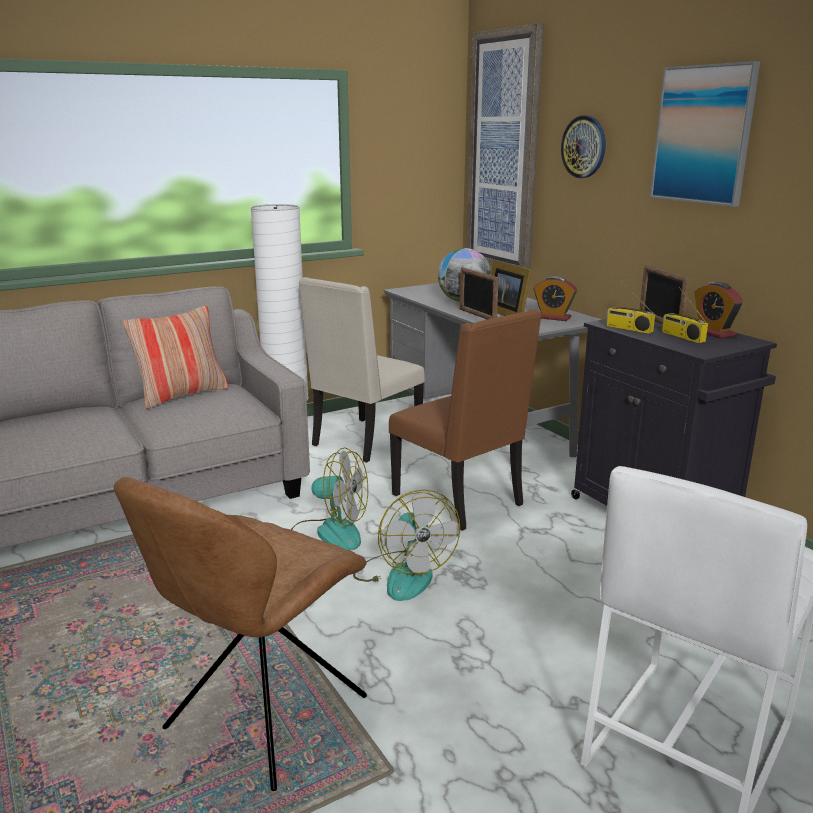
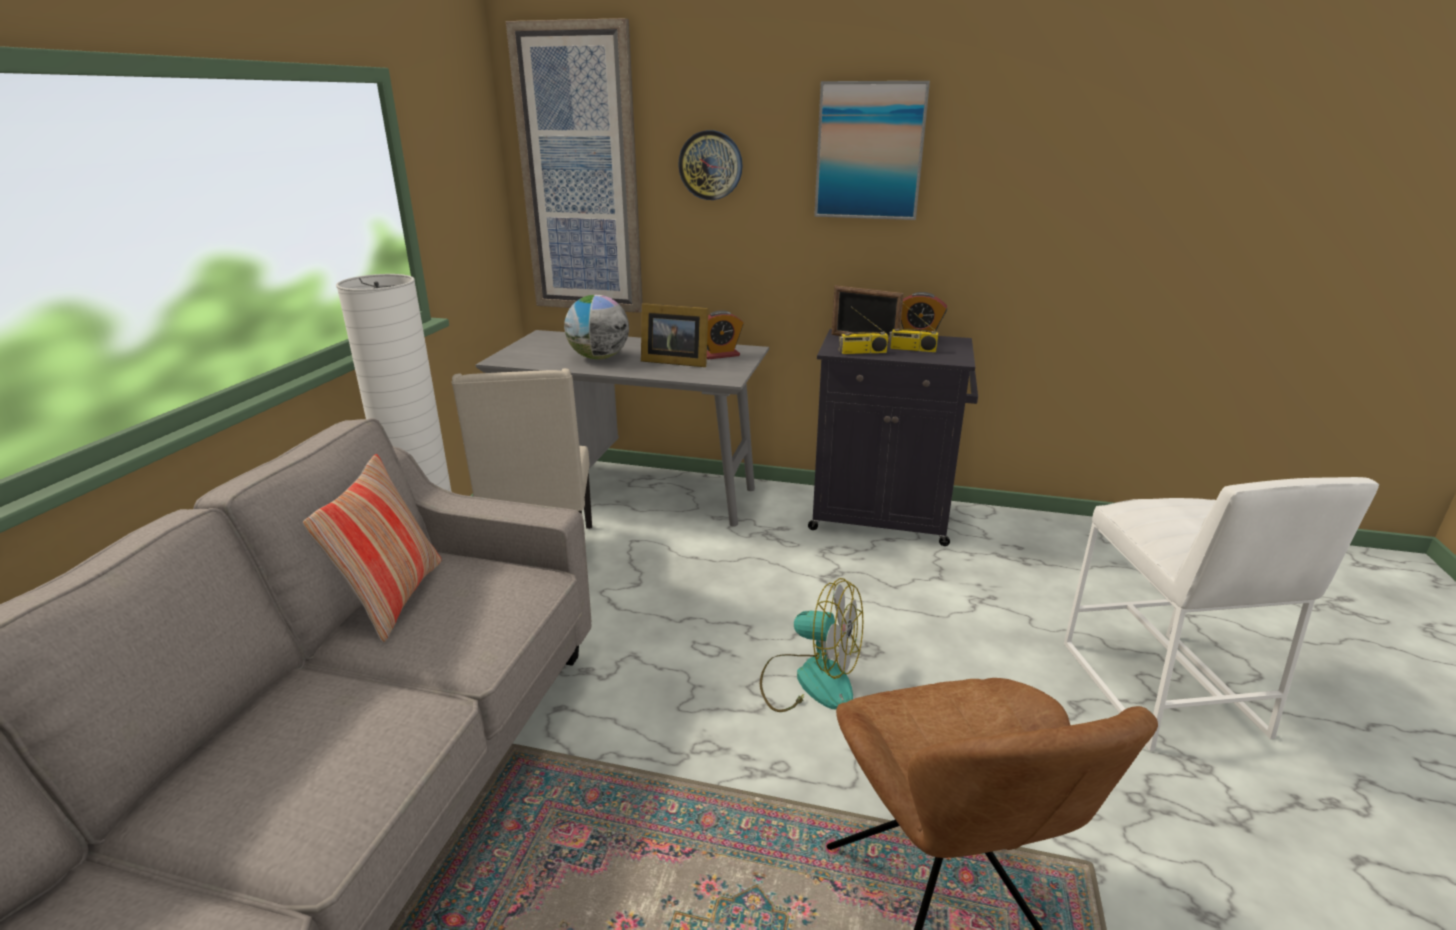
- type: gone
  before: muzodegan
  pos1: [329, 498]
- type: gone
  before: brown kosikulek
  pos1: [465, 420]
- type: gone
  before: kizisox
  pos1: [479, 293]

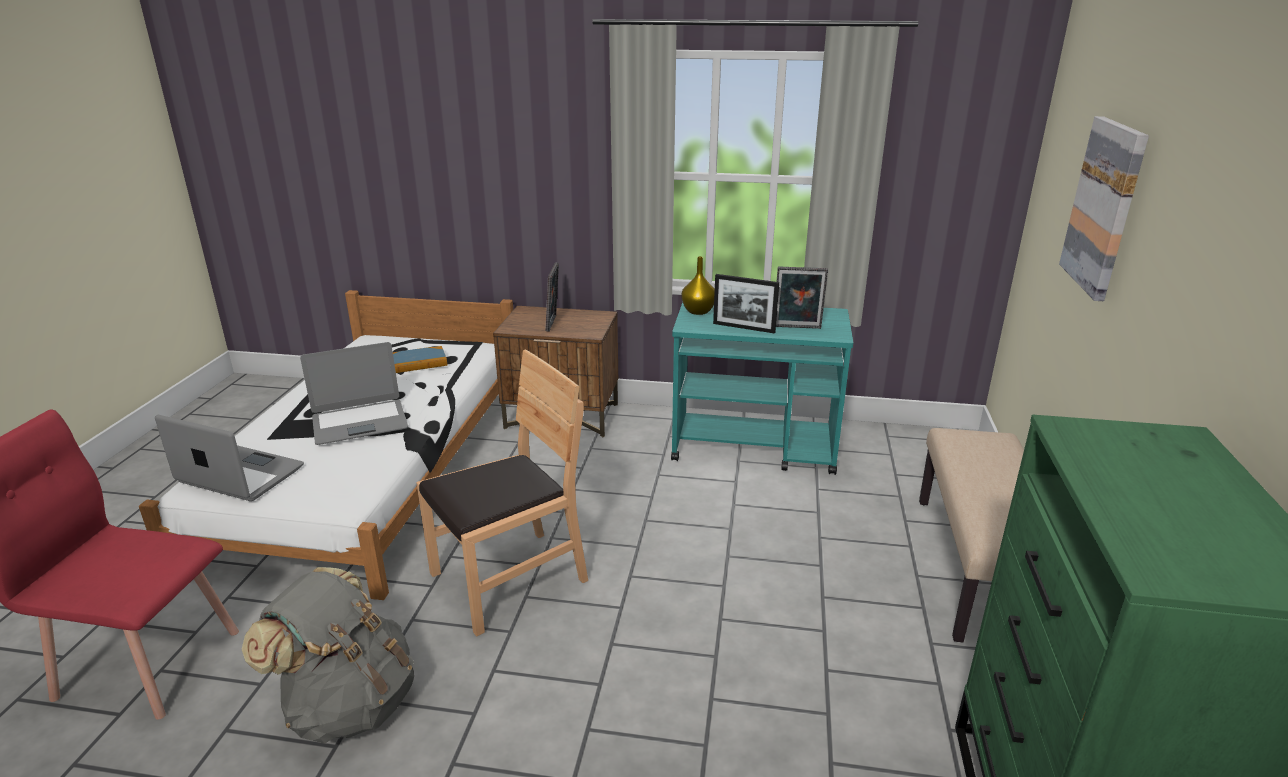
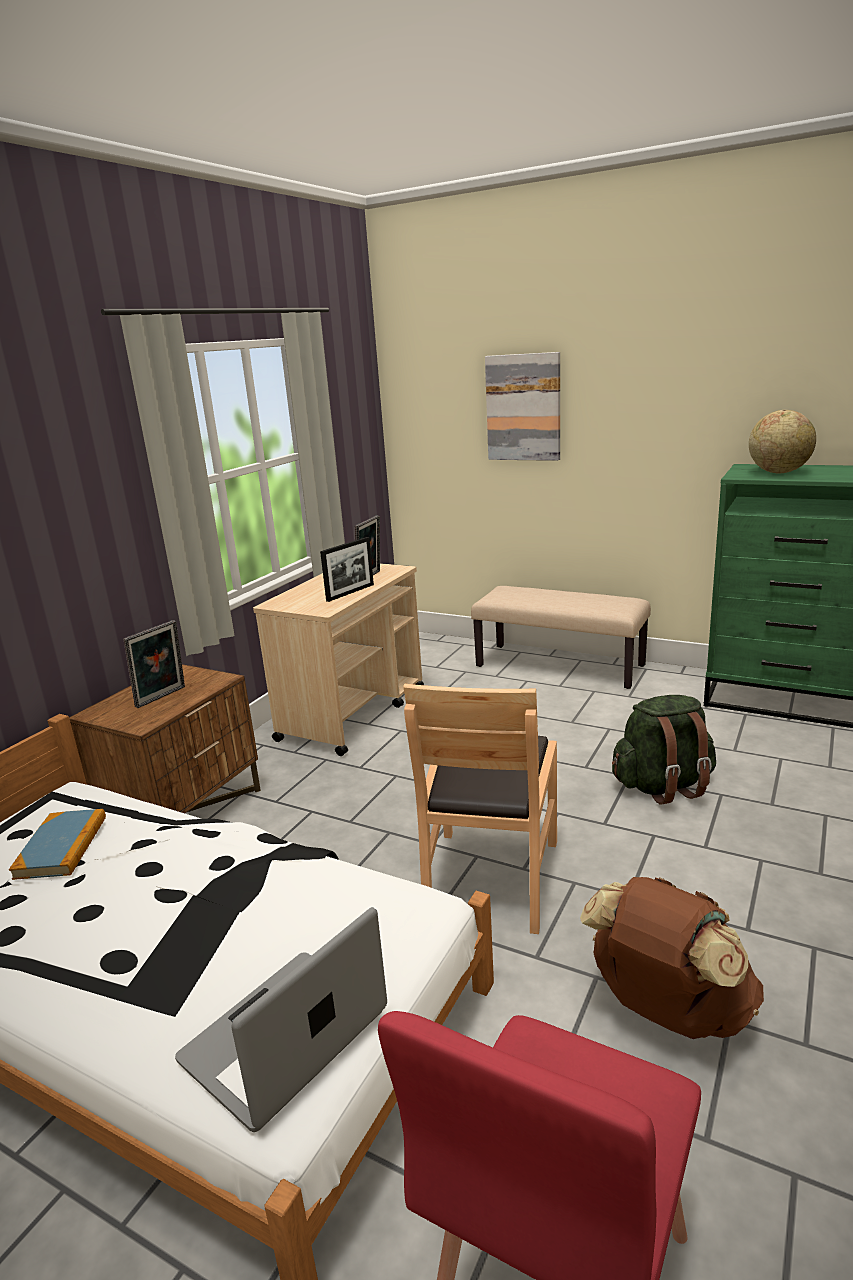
- type: repainted
  before: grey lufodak
  after: brown lufodak
  pos1: [328, 655]
  pos2: [672, 958]
- type: gone
  before: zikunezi
  pos1: [354, 393]
- type: rotated
  before: brown kosikulek
  pos1: [502, 493]
  pos2: [480, 809]
  turn: -150
- type: rotated
  before: kizisox
  pos1: [552, 297]
  pos2: [154, 664]
  turn: 105
- type: repainted
  before: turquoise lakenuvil
  after: beige lakenuvil
  pos1: [762, 388]
  pos2: [338, 659]
- type: gone
  before: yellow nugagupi
  pos1: [698, 285]
- type: new
  after: green lufodak
  pos2: [664, 749]
- type: new
  after: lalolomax
  pos2: [782, 441]

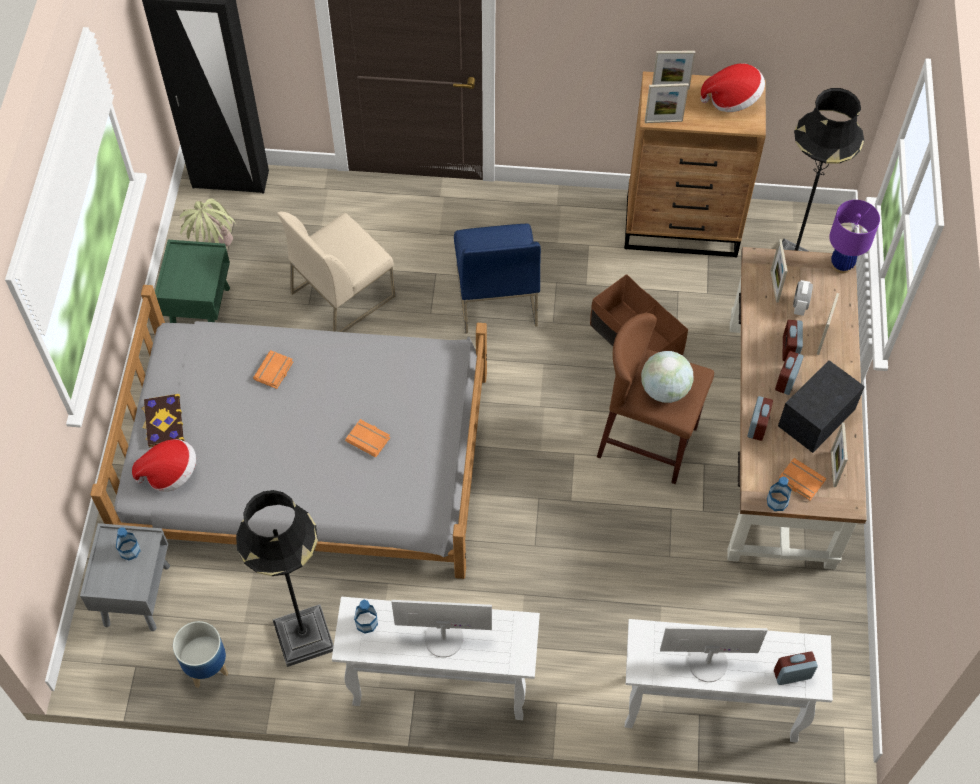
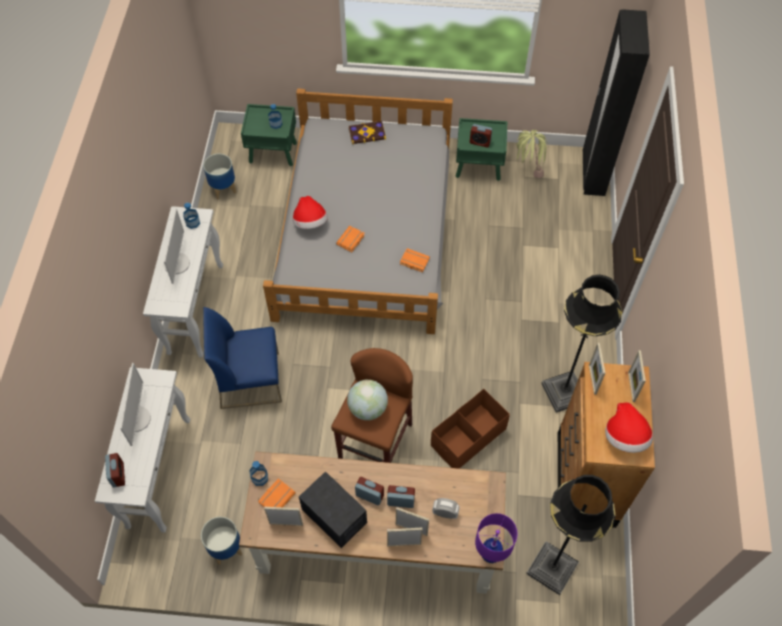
- type: repainted
  before: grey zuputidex
  after: green zuputidex
  pos1: [125, 577]
  pos2: [269, 135]
- type: shifted
  before: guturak
  pos1: [164, 465]
  pos2: [310, 212]
- type: shifted
  before: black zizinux
  pos1: [285, 578]
  pos2: [581, 344]
- type: shifted
  before: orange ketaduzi
  pos1: [273, 369]
  pos2: [415, 260]
- type: gone
  before: beige kosikulek
  pos1: [336, 272]
- type: shifted
  before: blue kosikulek
  pos1: [497, 279]
  pos2: [242, 358]
- type: shifted
  before: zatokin
  pos1: [760, 418]
  pos2: [481, 135]
- type: shifted
  before: kizisox
  pos1: [779, 270]
  pos2: [404, 537]
- type: new
  after: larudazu
  pos2: [221, 541]

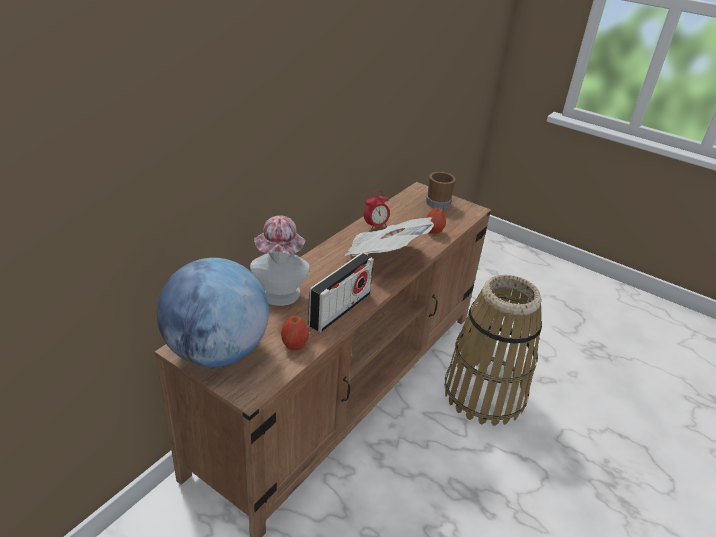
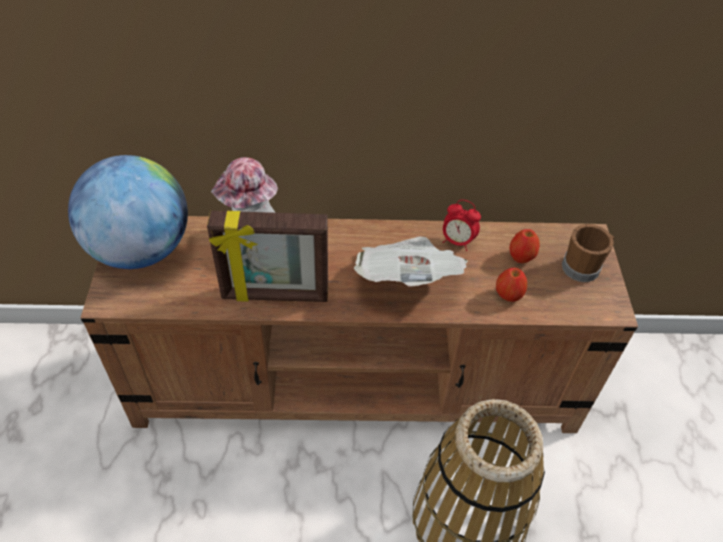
- type: shifted
  before: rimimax
  pos1: [295, 333]
  pos2: [524, 246]
- type: swapped
  before: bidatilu
  after: kizisox
  pos1: [341, 292]
  pos2: [267, 256]

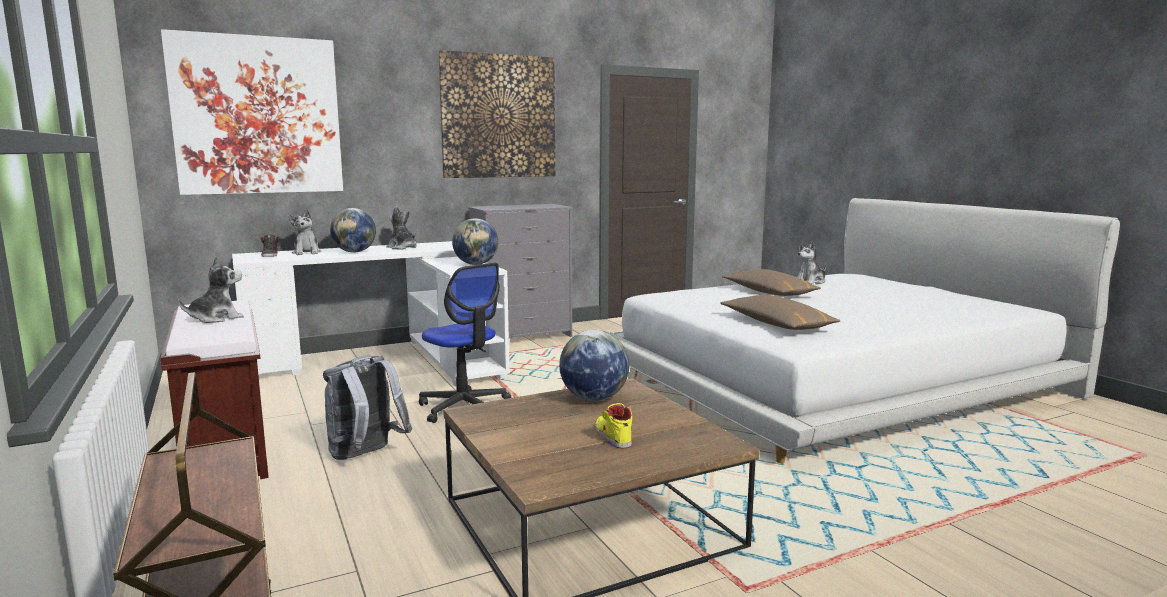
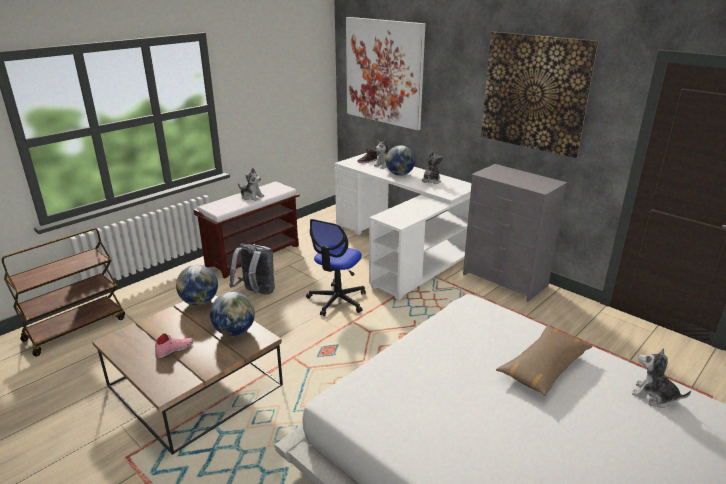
- type: shifted
  before: lalolomax
  pos1: [475, 241]
  pos2: [197, 285]
- type: repainted
  before: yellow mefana
  after: pink mefana
  pos1: [613, 425]
  pos2: [174, 345]
- type: gone
  before: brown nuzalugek
  pos1: [780, 312]

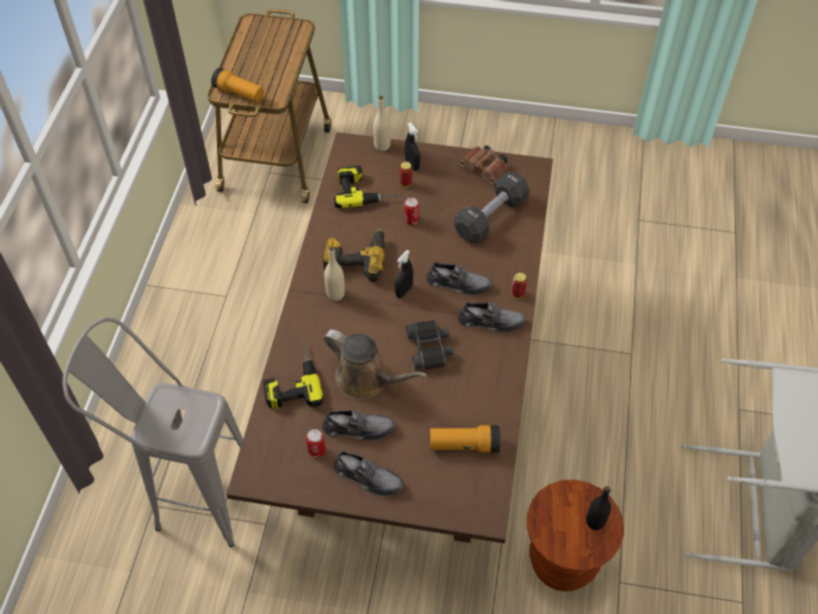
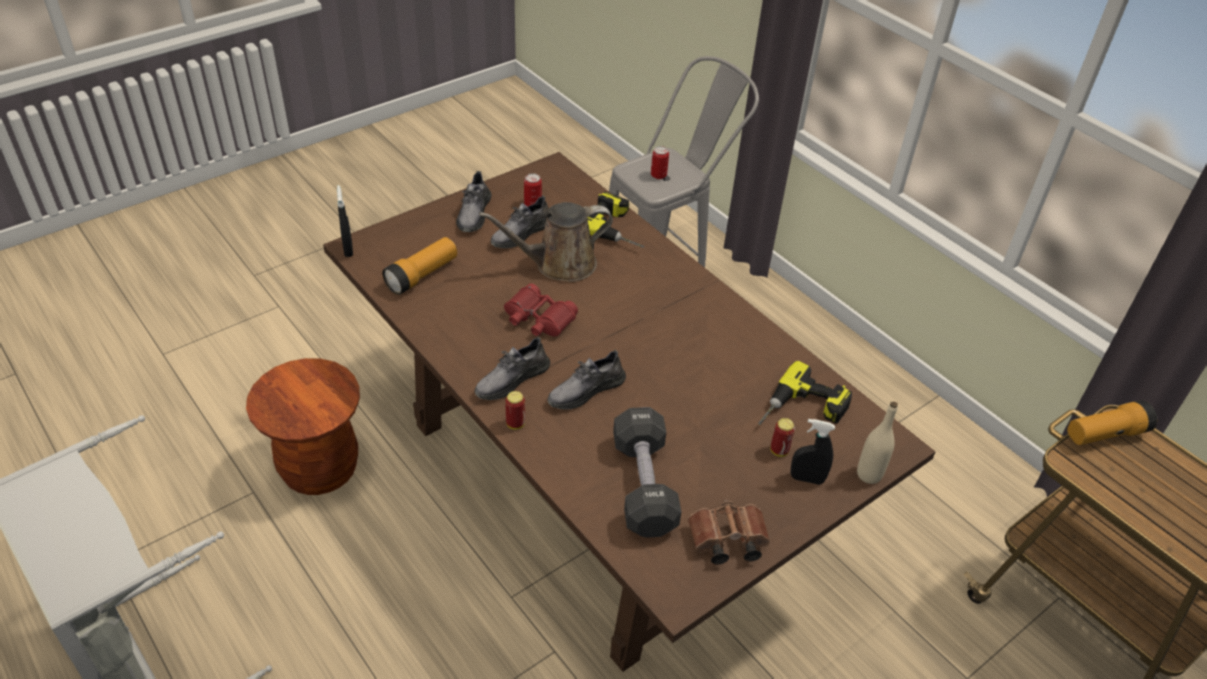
- type: gone
  before: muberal
  pos1: [354, 255]
- type: gone
  before: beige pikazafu
  pos1: [334, 274]
- type: rotated
  before: grey mefana
  pos1: [368, 473]
  pos2: [474, 201]
  turn: -60
- type: shifted
  before: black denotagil
  pos1: [404, 274]
  pos2: [345, 221]
- type: shifted
  before: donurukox
  pos1: [411, 211]
  pos2: [660, 162]
- type: repainted
  before: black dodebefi
  after: red dodebefi
  pos1: [429, 345]
  pos2: [541, 310]
- type: gone
  before: black pikazafu
  pos1: [598, 508]

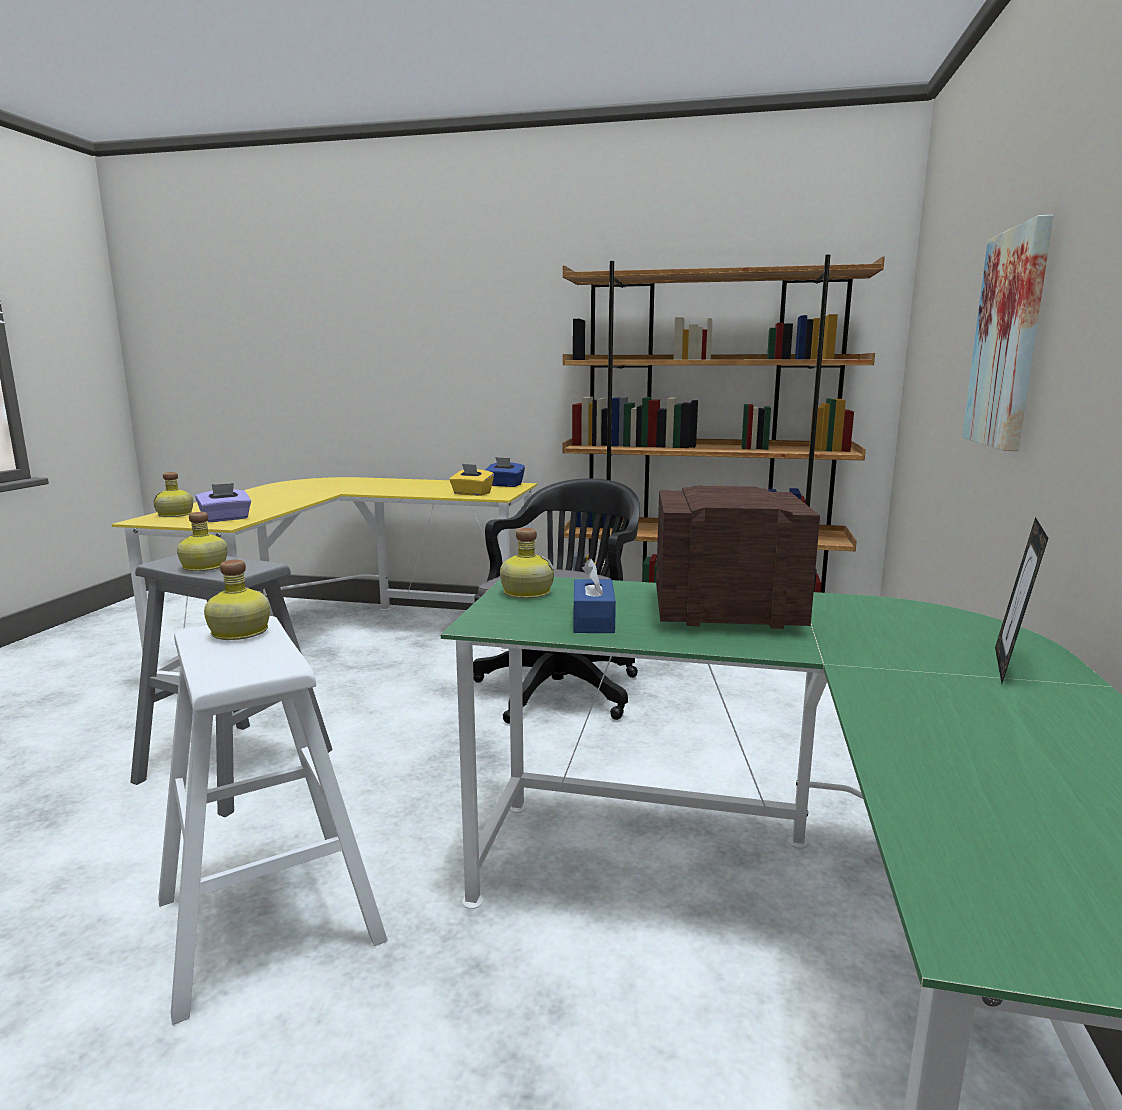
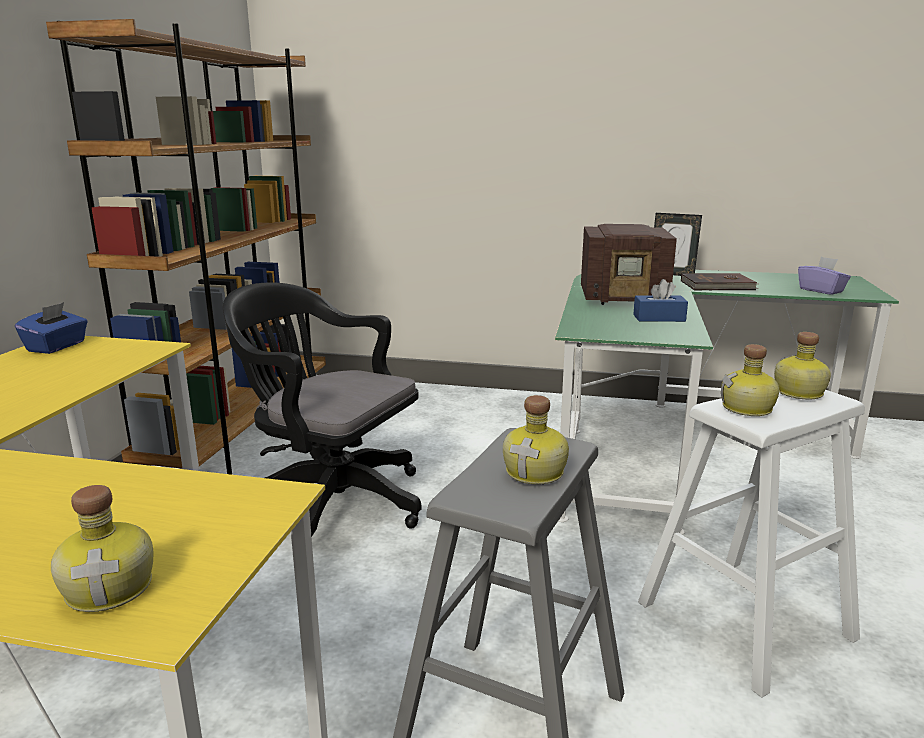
- type: shifted
  before: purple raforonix
  pos1: [223, 502]
  pos2: [824, 276]
- type: gone
  before: yellow raforonix
  pos1: [471, 480]
- type: shifted
  before: pikazafu
  pos1: [527, 563]
  pos2: [802, 366]
- type: rotated
  before: bidatilu
  pos1: [738, 557]
  pos2: [629, 264]
  turn: -90
- type: gone
  before: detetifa
  pos1: [1008, 333]
- type: new
  after: brown ketaduzi
  pos2: [720, 281]

